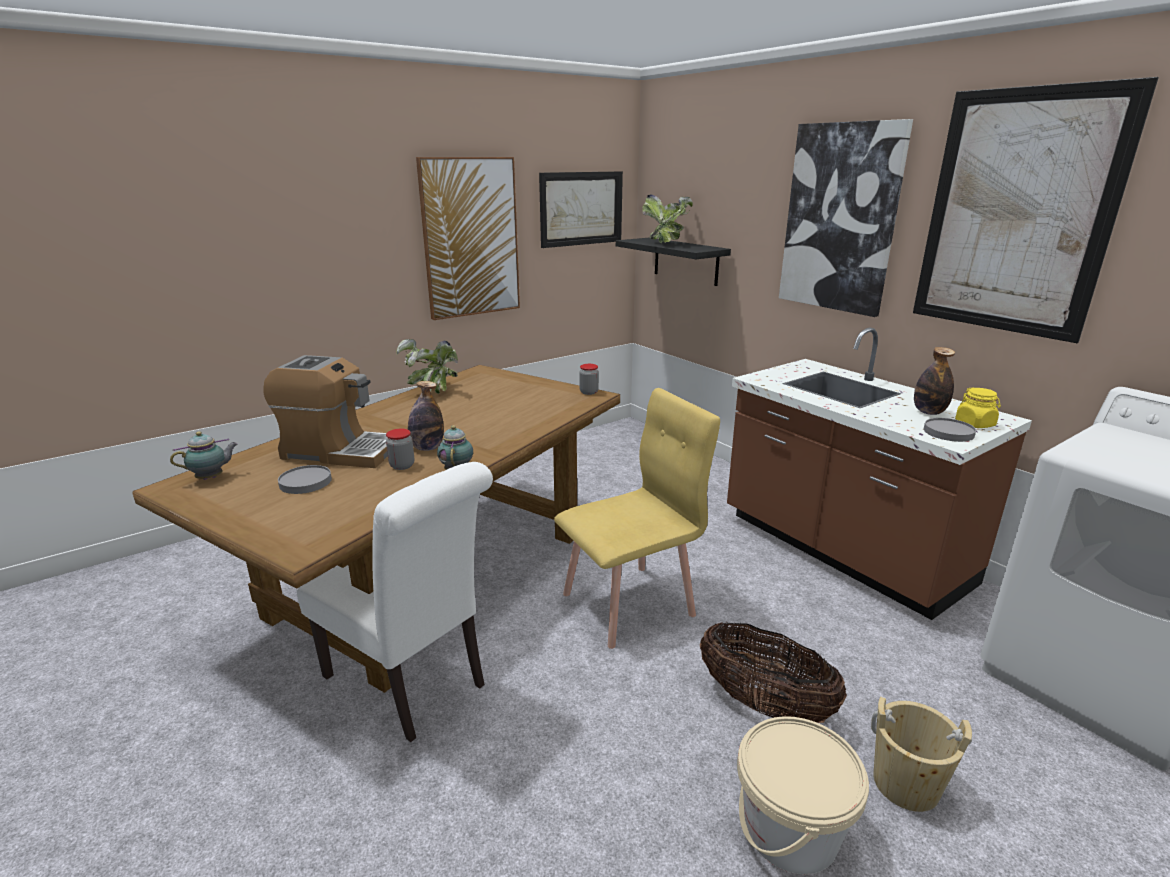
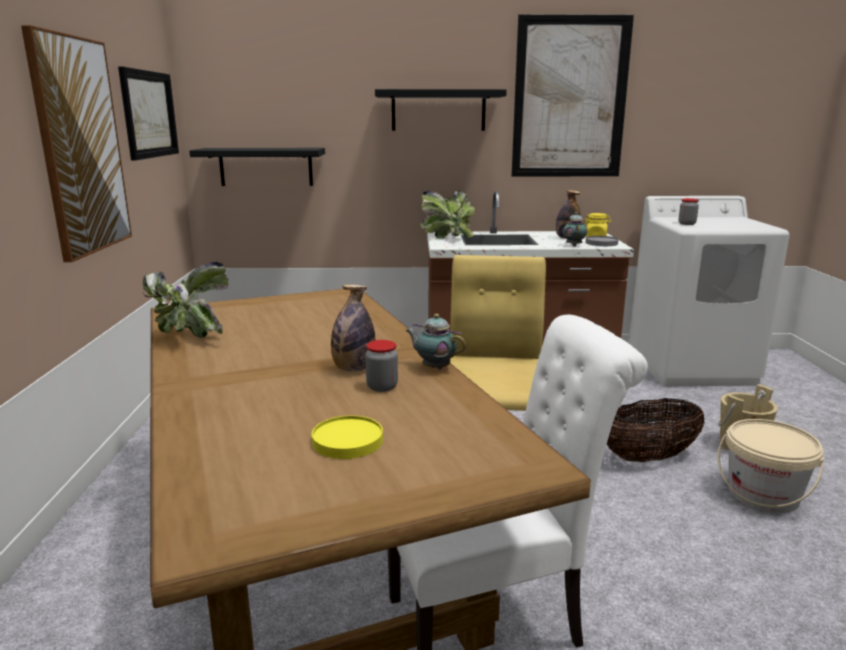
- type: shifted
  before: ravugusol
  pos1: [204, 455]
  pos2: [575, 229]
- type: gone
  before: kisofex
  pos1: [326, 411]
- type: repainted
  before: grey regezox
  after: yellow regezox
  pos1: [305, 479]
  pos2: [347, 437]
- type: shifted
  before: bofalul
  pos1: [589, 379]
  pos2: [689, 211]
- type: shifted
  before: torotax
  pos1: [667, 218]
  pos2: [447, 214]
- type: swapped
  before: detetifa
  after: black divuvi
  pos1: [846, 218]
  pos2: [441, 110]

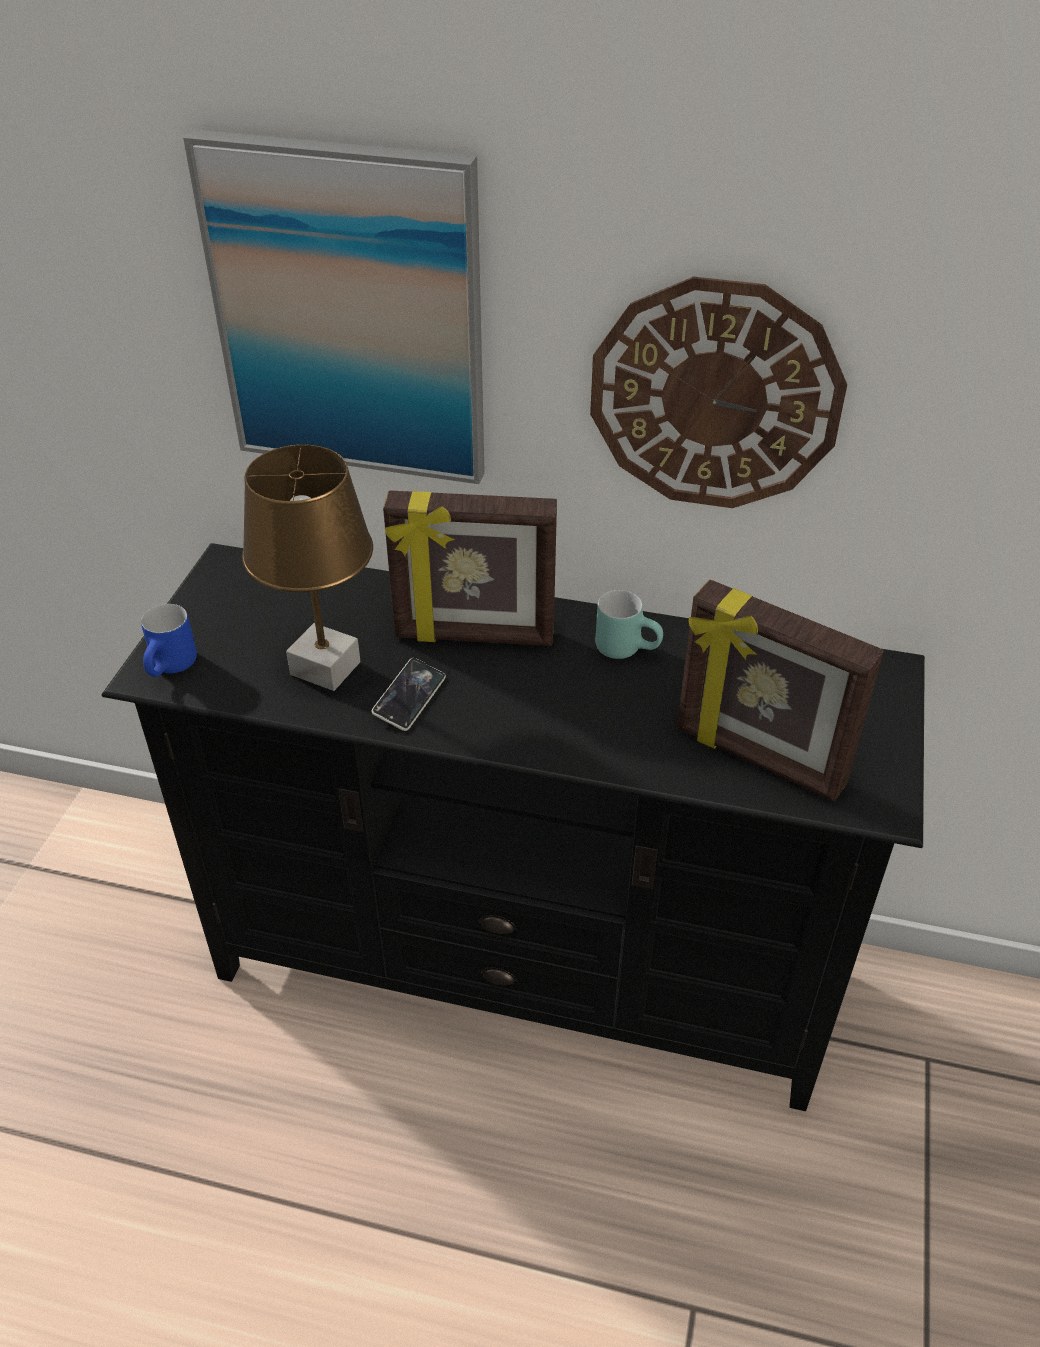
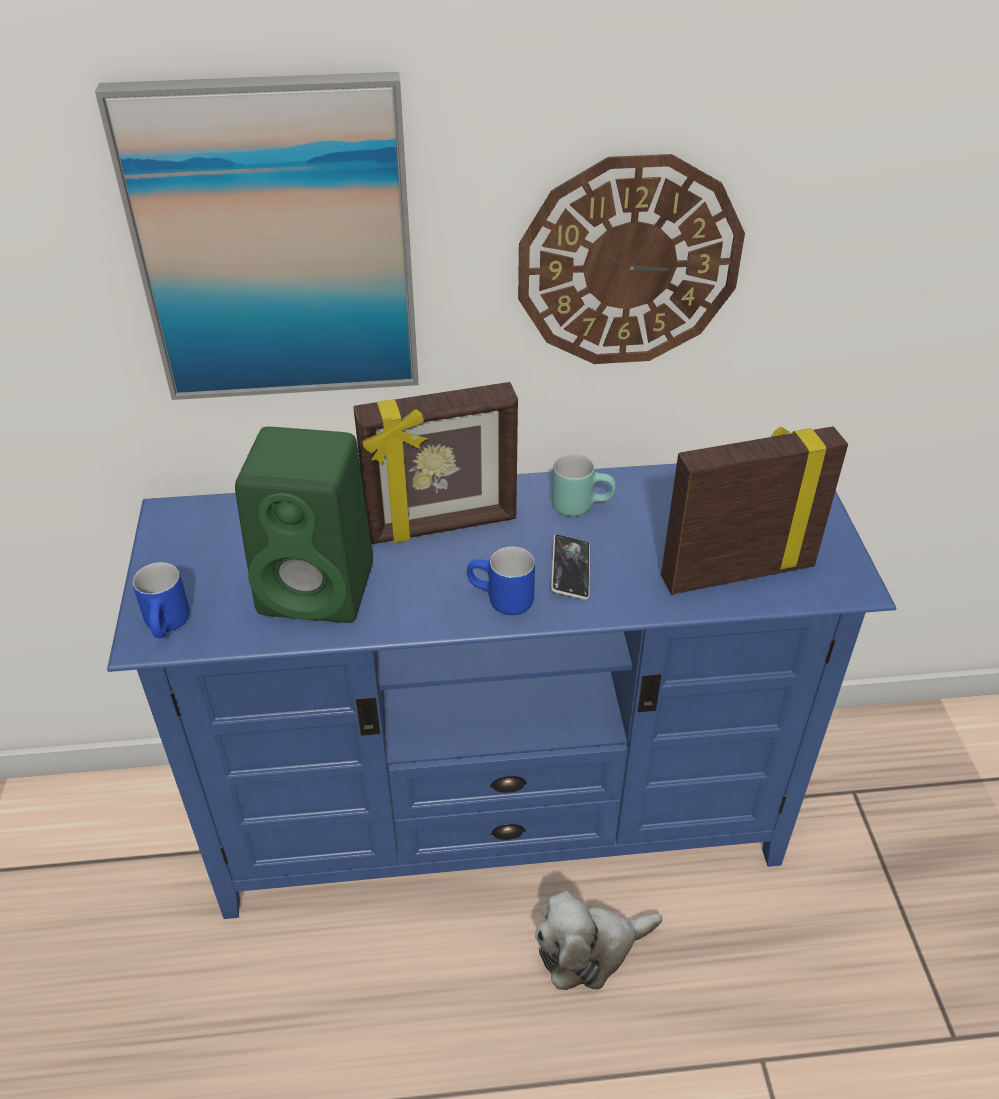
- type: repainted
  before: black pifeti
  after: blue pifeti
  pos1: [513, 827]
  pos2: [502, 691]
- type: swapped
  before: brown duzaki
  after: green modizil
  pos1: [307, 568]
  pos2: [304, 525]
- type: shifted
  before: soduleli
  pos1: [408, 694]
  pos2: [570, 567]
- type: rotated
  before: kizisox
  pos1: [780, 690]
  pos2: [754, 510]
  turn: 150
- type: new
  after: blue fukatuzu
  pos2: [501, 581]
- type: new
  after: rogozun
  pos2: [598, 940]

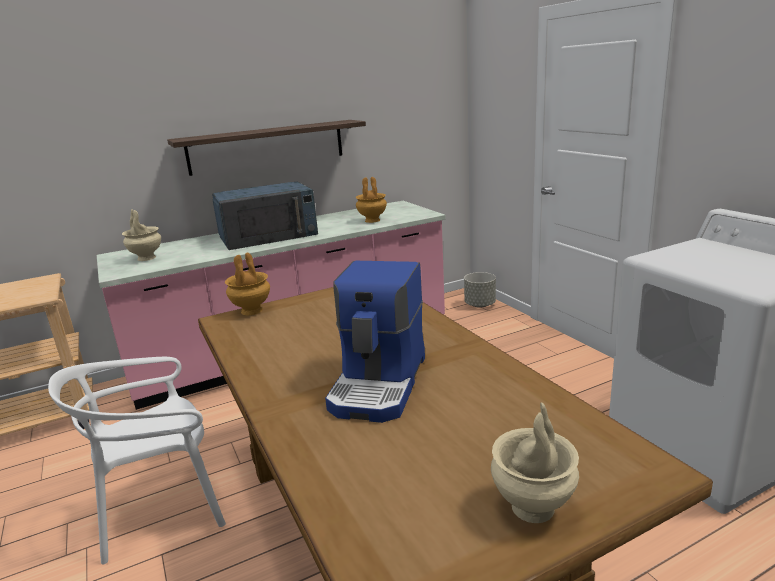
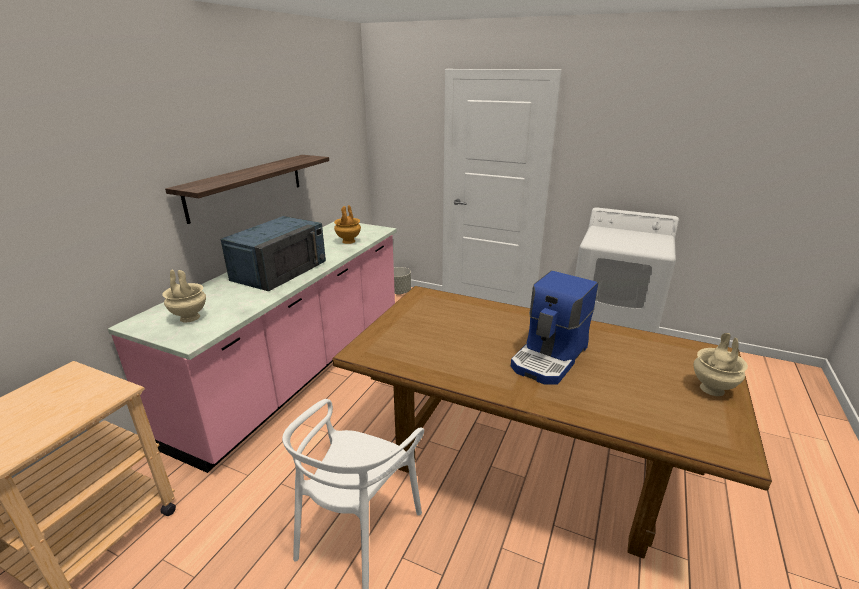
- type: gone
  before: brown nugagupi
  pos1: [247, 284]
- type: rotated
  before: kisofex
  pos1: [375, 342]
  pos2: [554, 328]
  turn: 60

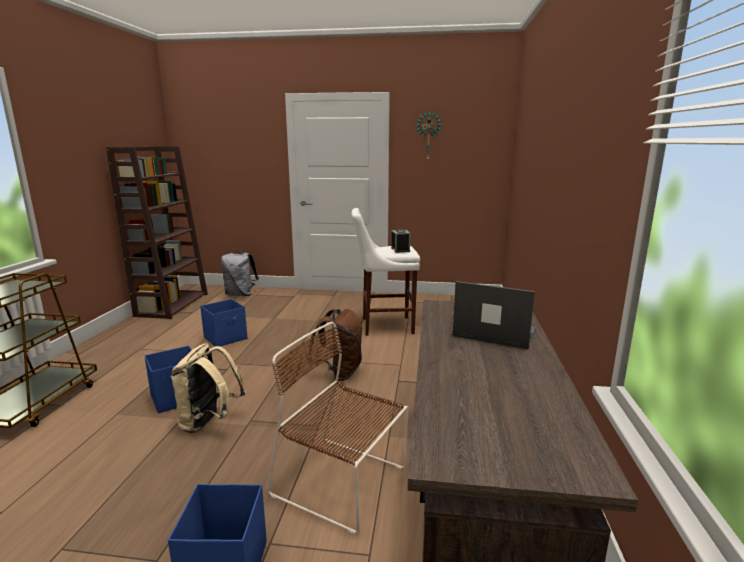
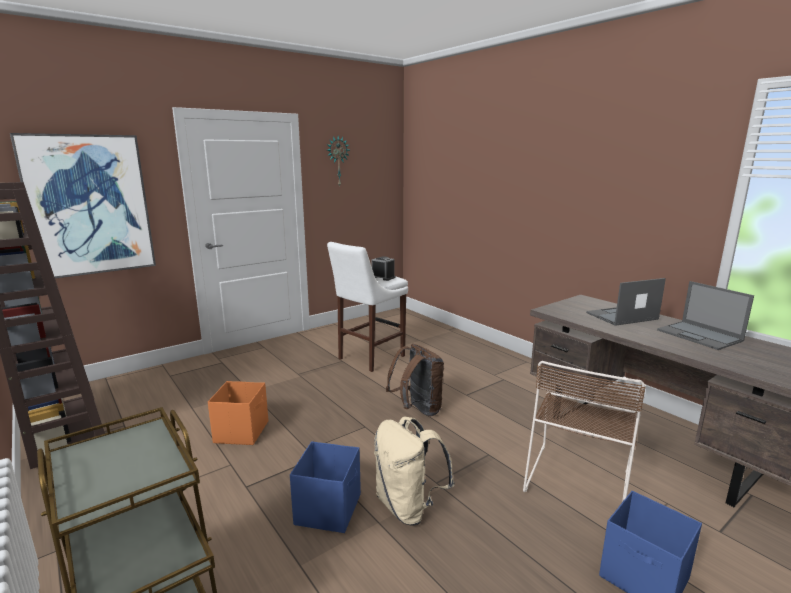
- type: repainted
  before: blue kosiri
  after: orange kosiri
  pos1: [223, 322]
  pos2: [238, 413]
- type: gone
  before: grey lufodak
  pos1: [240, 273]
- type: rotated
  before: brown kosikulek
  pos1: [337, 428]
  pos2: [584, 431]
  turn: -45
- type: new
  after: detetifa
  pos2: [83, 205]
- type: new
  after: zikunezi
  pos2: [705, 315]

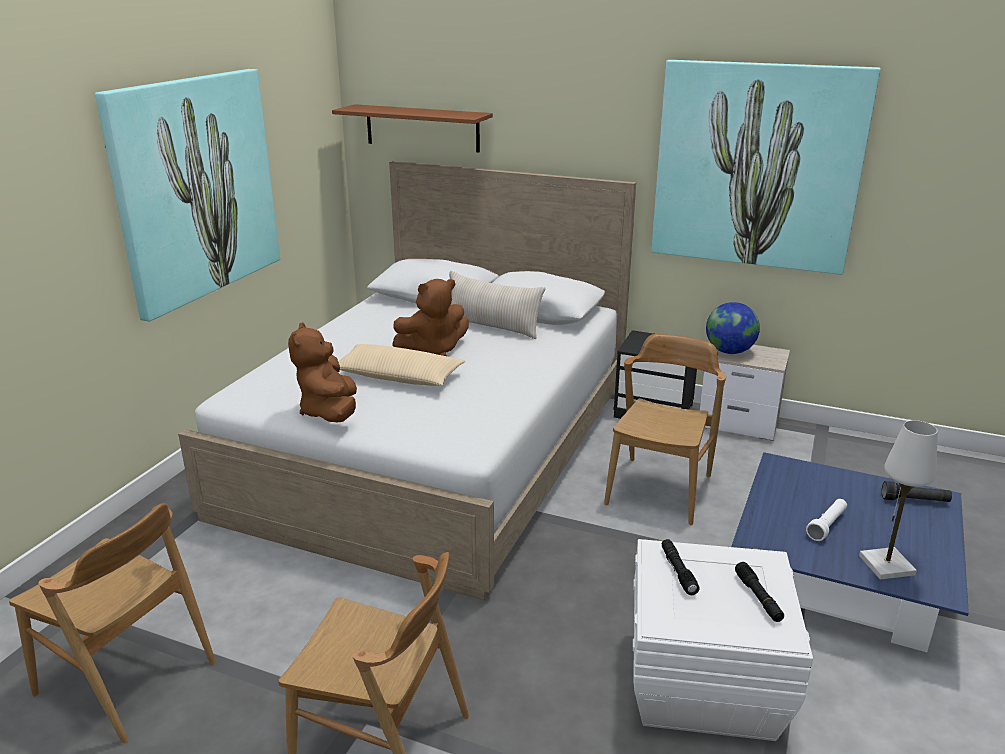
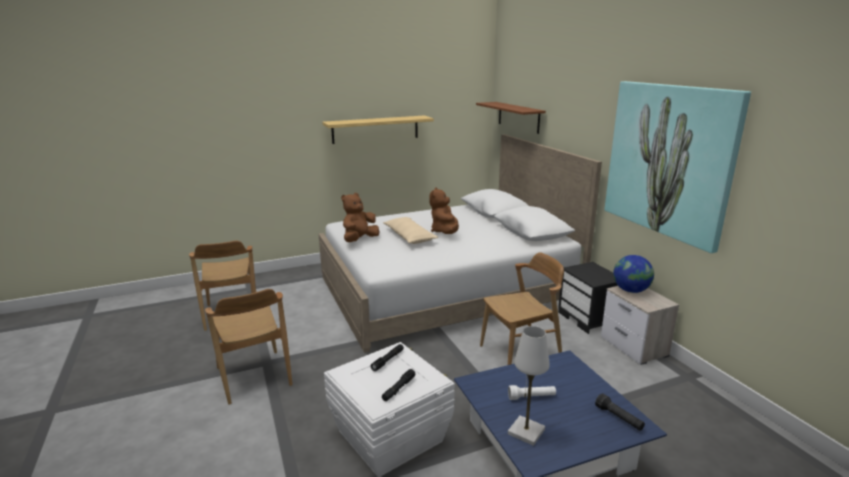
- type: swapped
  before: detetifa
  after: divuvi
  pos1: [187, 195]
  pos2: [378, 130]
- type: rotated
  before: brown rogozun
  pos1: [430, 317]
  pos2: [444, 210]
  turn: 75
- type: gone
  before: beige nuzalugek
  pos1: [497, 305]

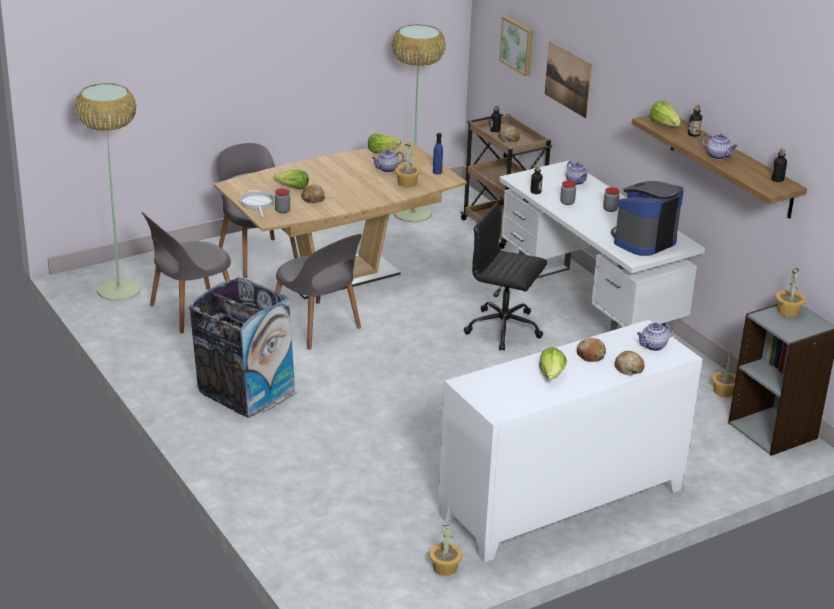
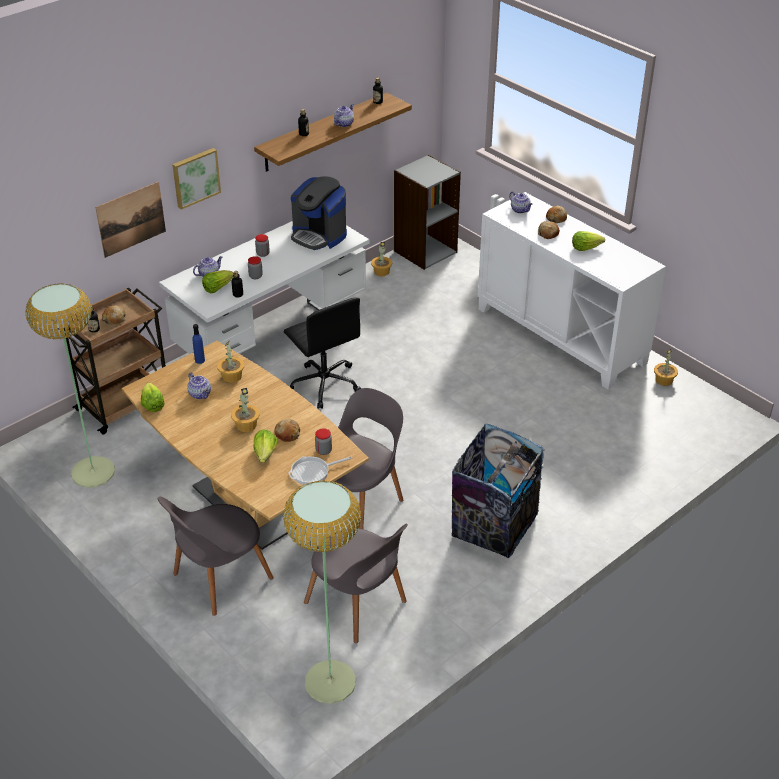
- type: rotated
  before: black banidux
  pos1: [505, 276]
  pos2: [322, 353]
  turn: -45
- type: shifted
  before: detetifa
  pos1: [516, 46]
  pos2: [196, 179]
- type: shifted
  before: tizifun
  pos1: [665, 114]
  pos2: [218, 281]
- type: shifted
  before: torotax
  pos1: [791, 292]
  pos2: [245, 410]

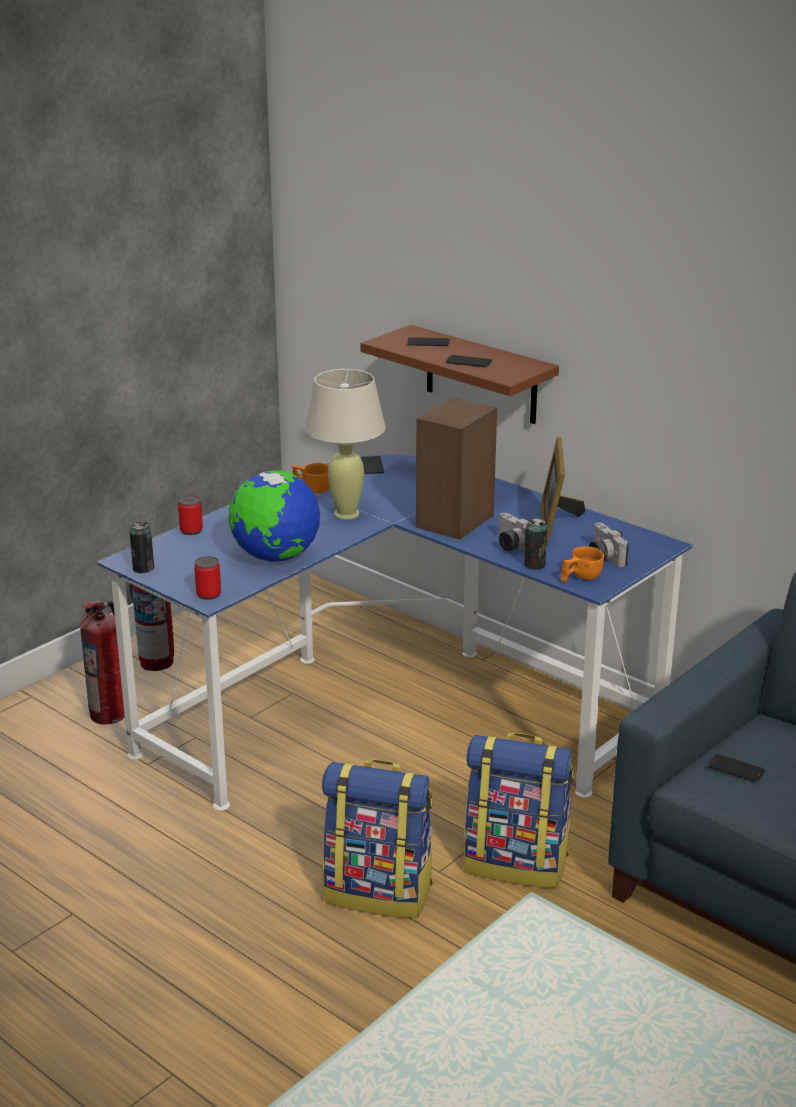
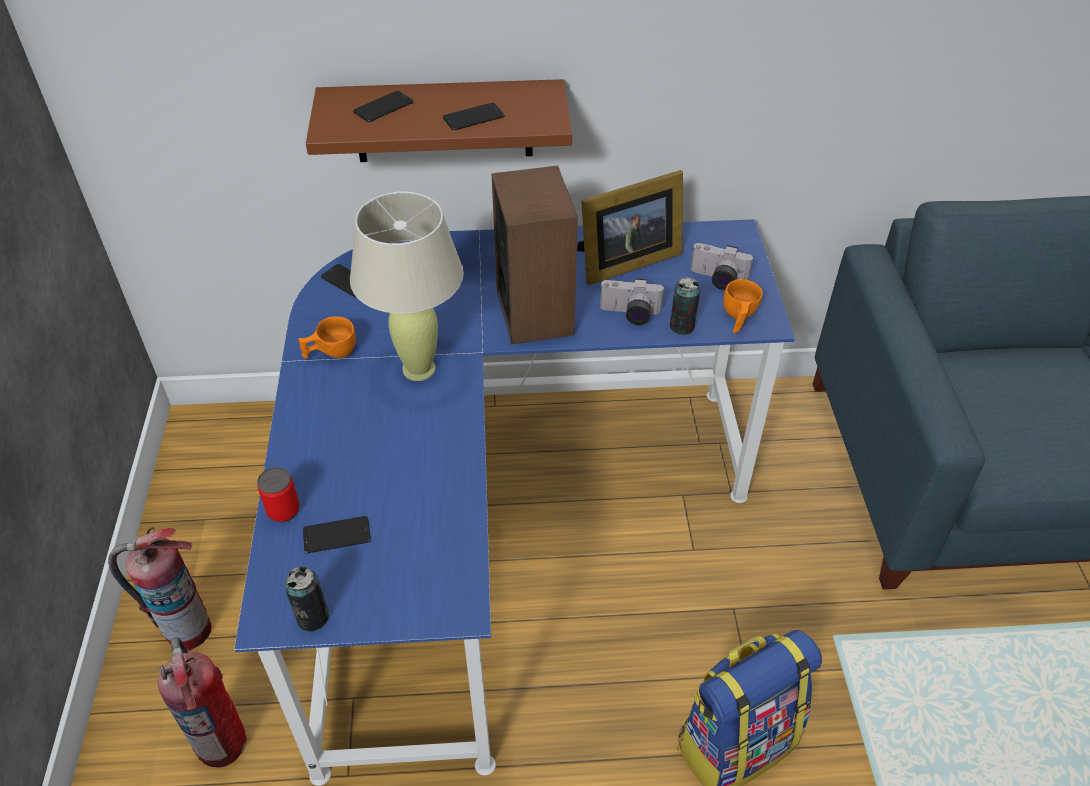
- type: gone
  before: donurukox
  pos1: [207, 578]
- type: gone
  before: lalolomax
  pos1: [274, 516]
- type: gone
  before: lufodak
  pos1: [519, 810]
- type: rotated
  before: kizisox
  pos1: [562, 492]
  pos2: [630, 227]
  turn: -75
- type: shifted
  before: soduleli
  pos1: [736, 768]
  pos2: [337, 535]

